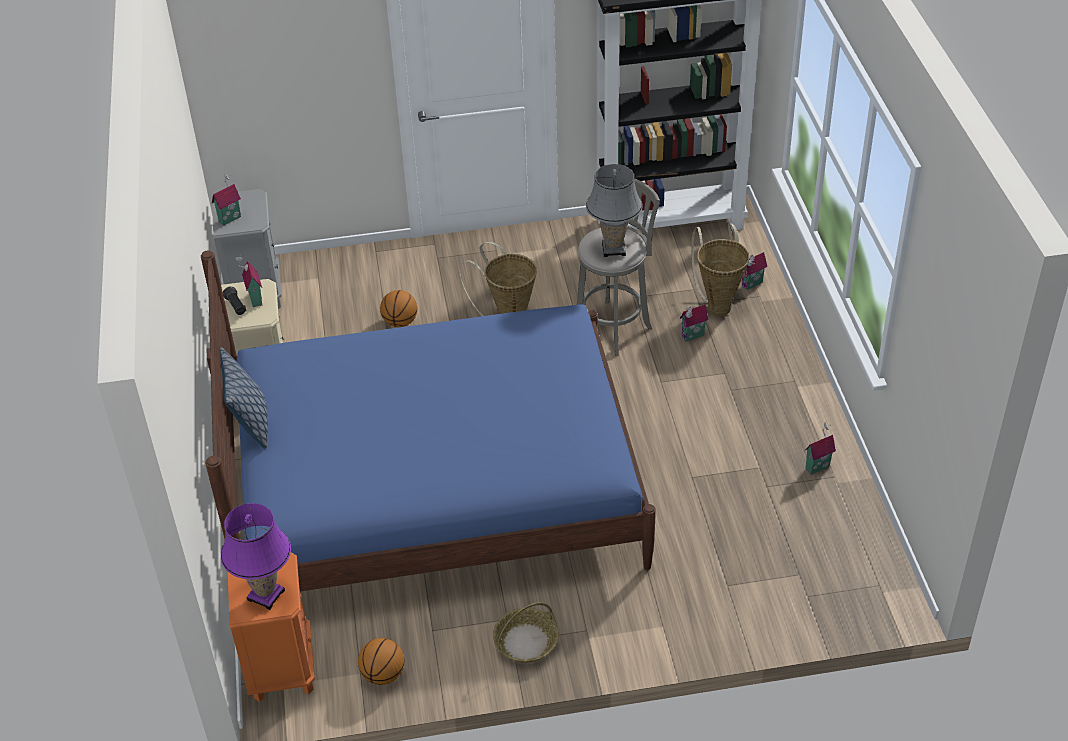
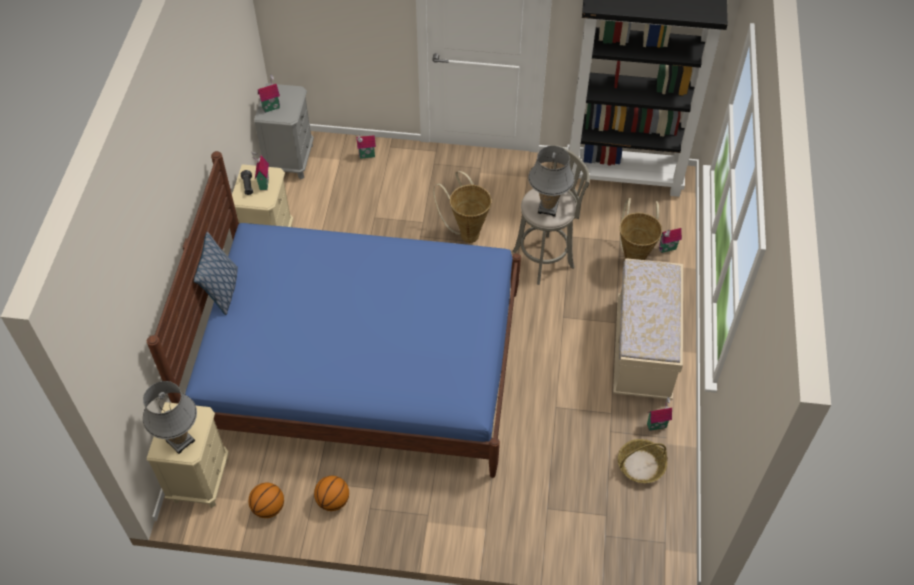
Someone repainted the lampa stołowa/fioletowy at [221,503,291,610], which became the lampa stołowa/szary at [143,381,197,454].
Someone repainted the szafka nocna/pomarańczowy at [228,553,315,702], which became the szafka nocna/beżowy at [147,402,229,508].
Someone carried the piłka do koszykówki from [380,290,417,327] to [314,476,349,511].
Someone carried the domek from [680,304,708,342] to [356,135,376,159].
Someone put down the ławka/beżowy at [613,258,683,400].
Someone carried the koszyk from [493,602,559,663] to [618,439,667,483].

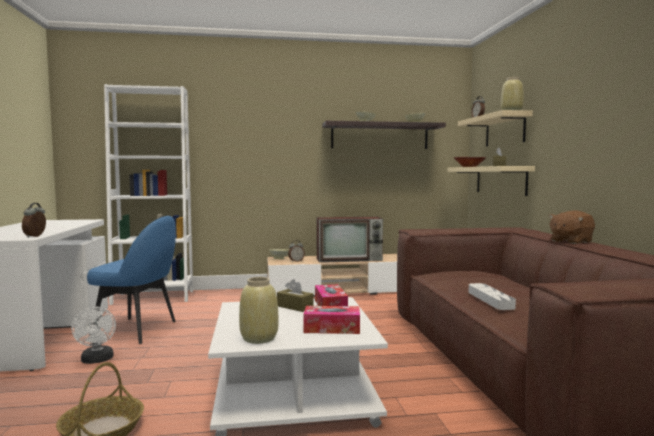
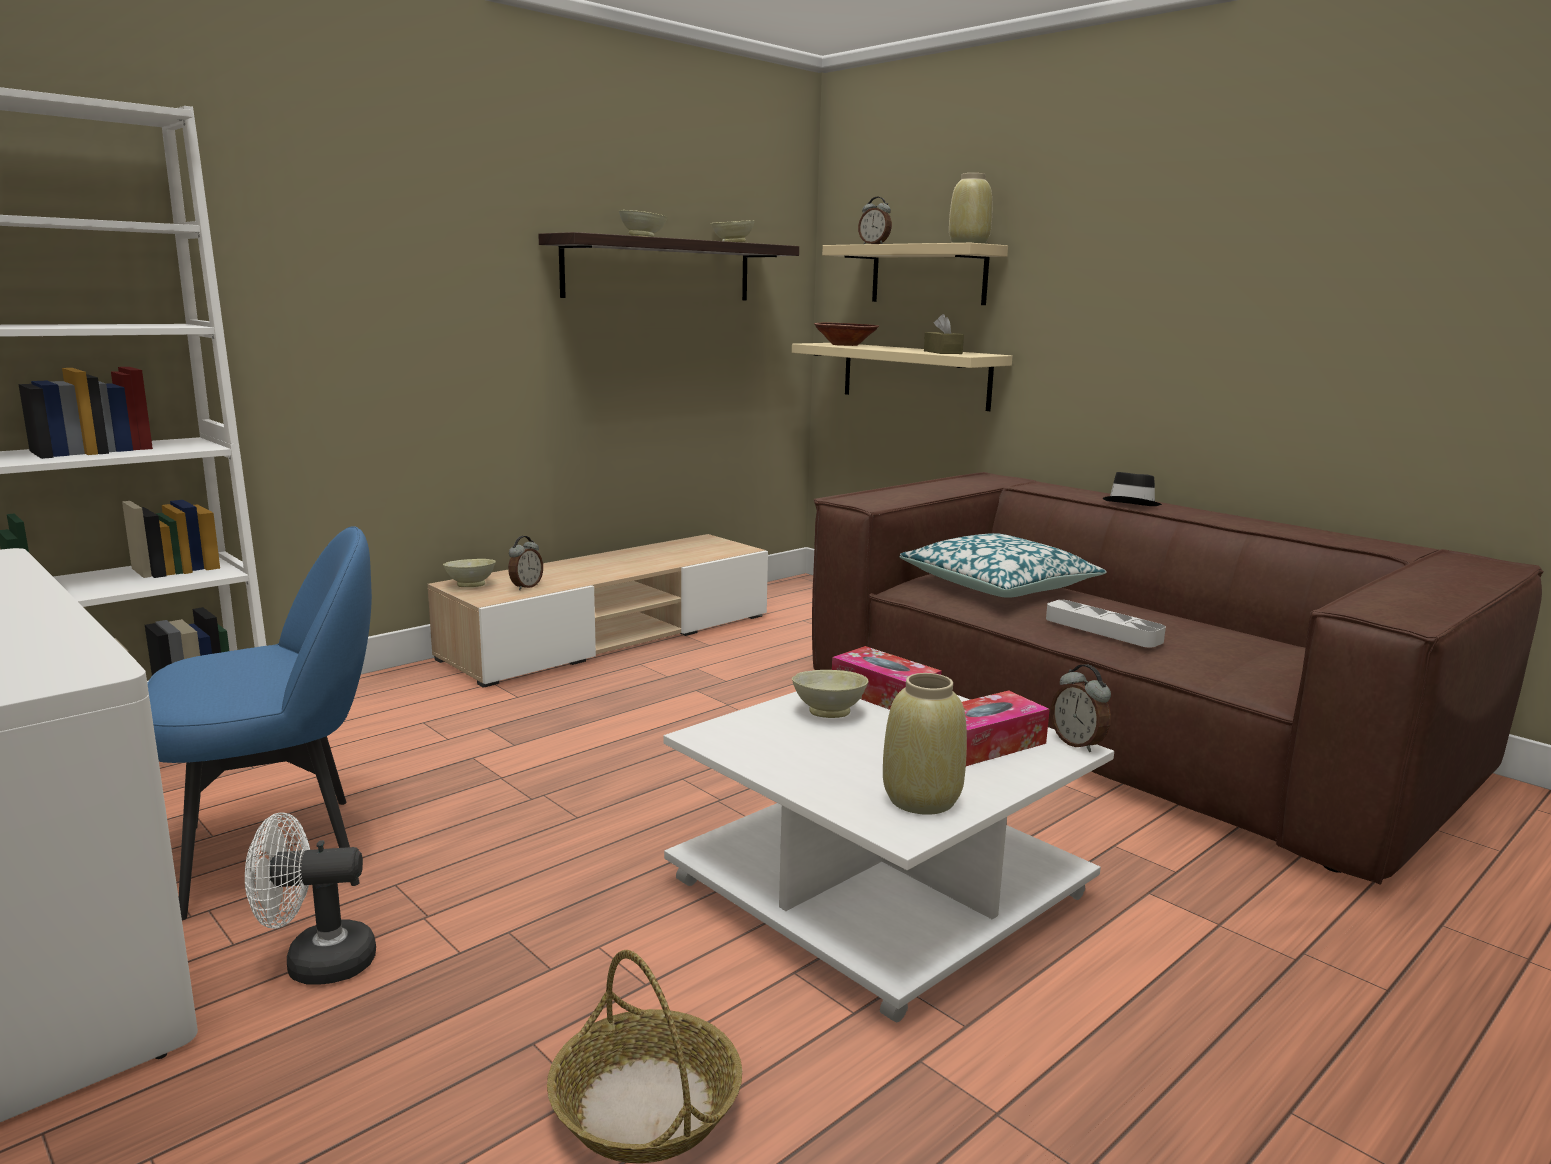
Someone rotated the wentylator/biały at [71,307,116,364] by 135 degrees clockwise.
Someone swapped the pudełko chusteczek/brązowy at [277,279,314,312] for the miska/beżowy at [792,670,869,718].
Someone put down the poduszka at [900,533,1107,598].
Someone carried the budzik from [22,203,46,238] to [1051,664,1111,752].
Someone swapped the pluszak/brązowy at [549,210,595,244] for the kapelusz/czarny at [1102,472,1162,506].
Someone took away the telewizor at [317,217,383,263].

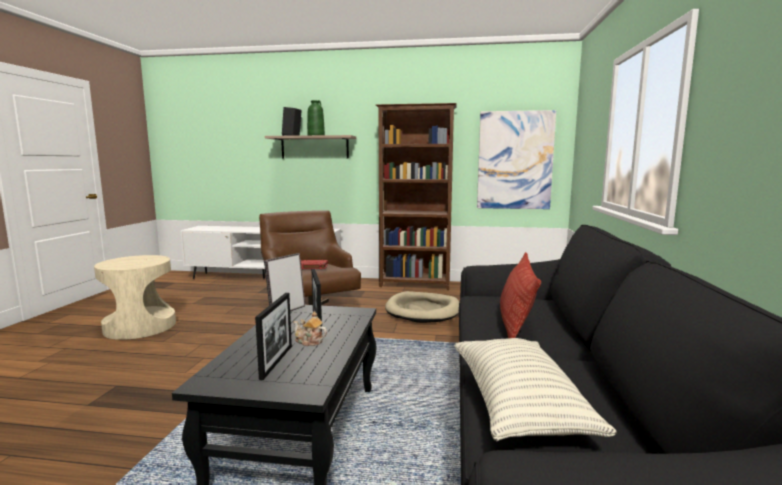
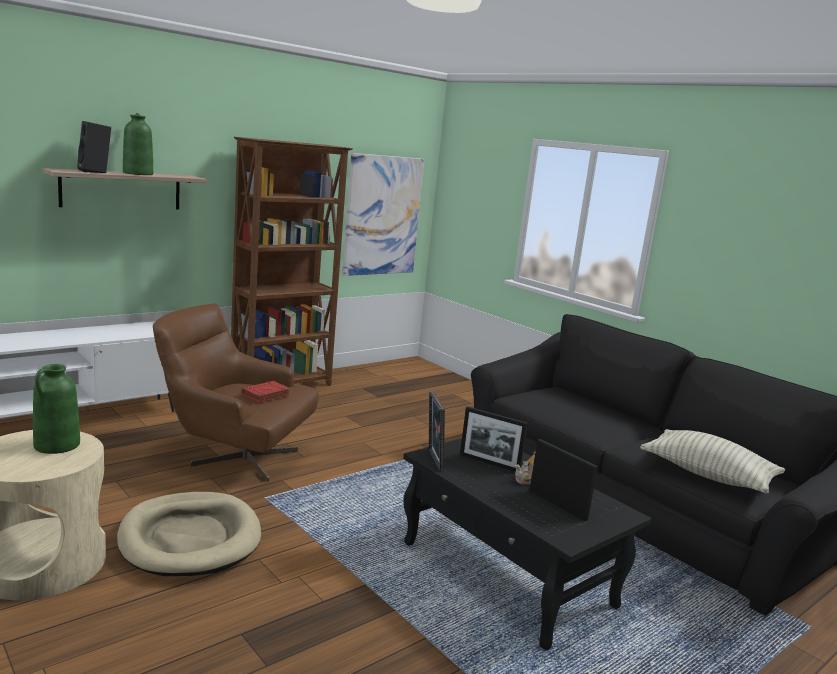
Someone put down the wazon/zielony at [33,364,80,454].
Someone carried the legowisko/beżowy from [385,291,459,323] to [117,492,261,576].
Someone took away the poduszka at [500,252,541,338].

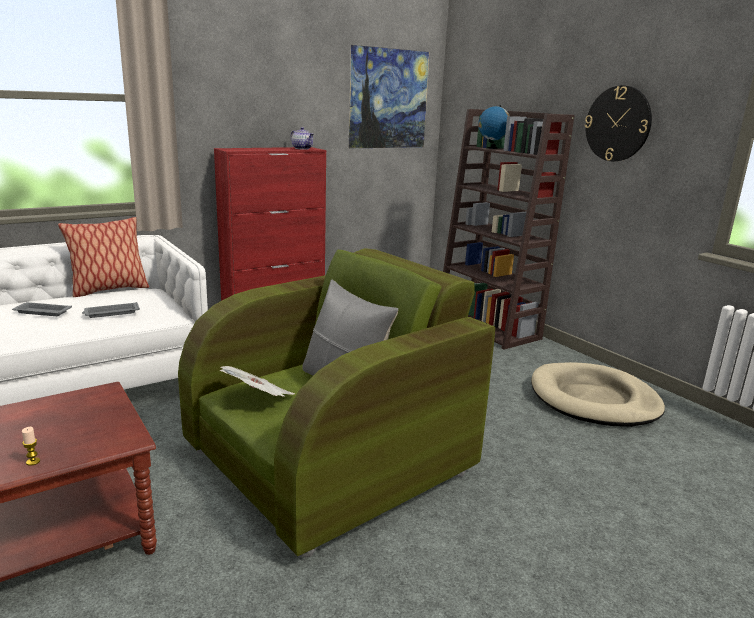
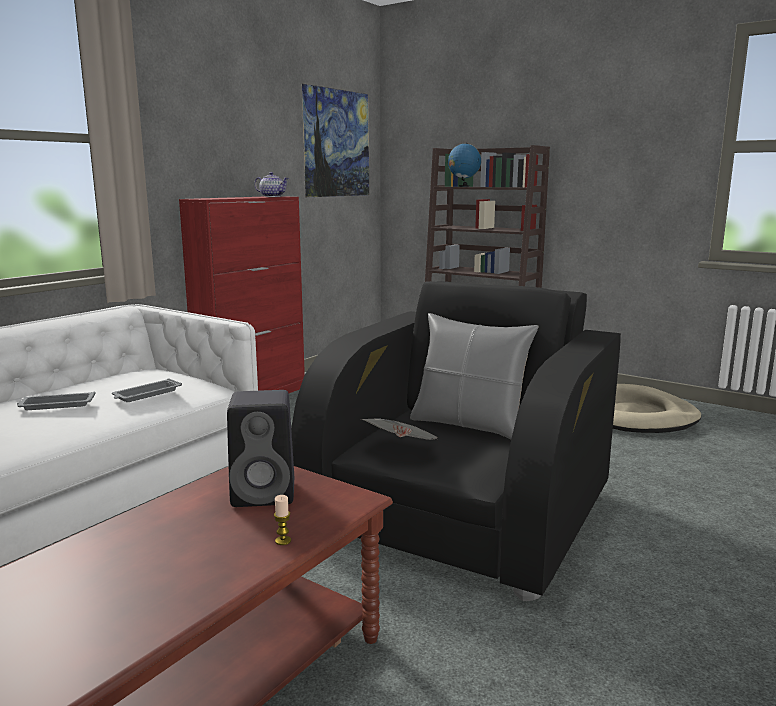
Someone put down the głośnik/czarny at [227,390,294,507].
Someone repainted the fotel/zielony at [178,248,495,557], which became the fotel/czarny at [291,281,621,601].
Someone took away the poduszka at [58,217,149,297].
Someone took away the zegar ścienny at [585,85,652,161].

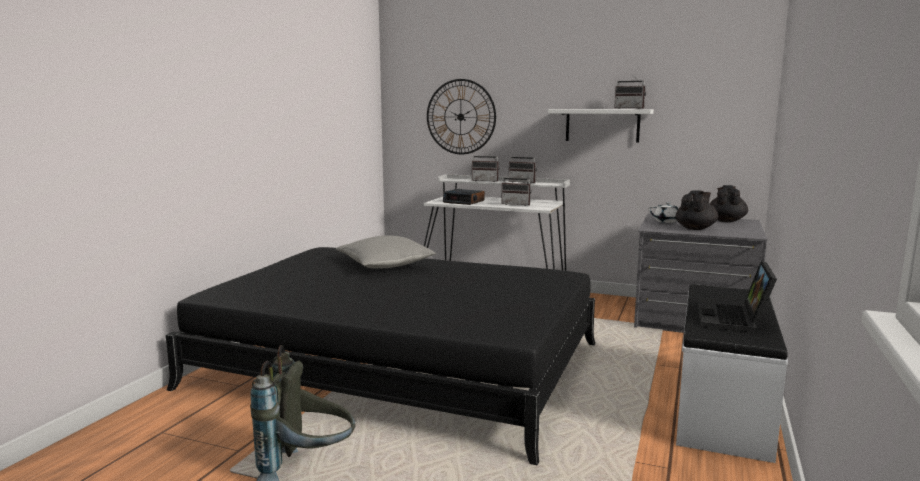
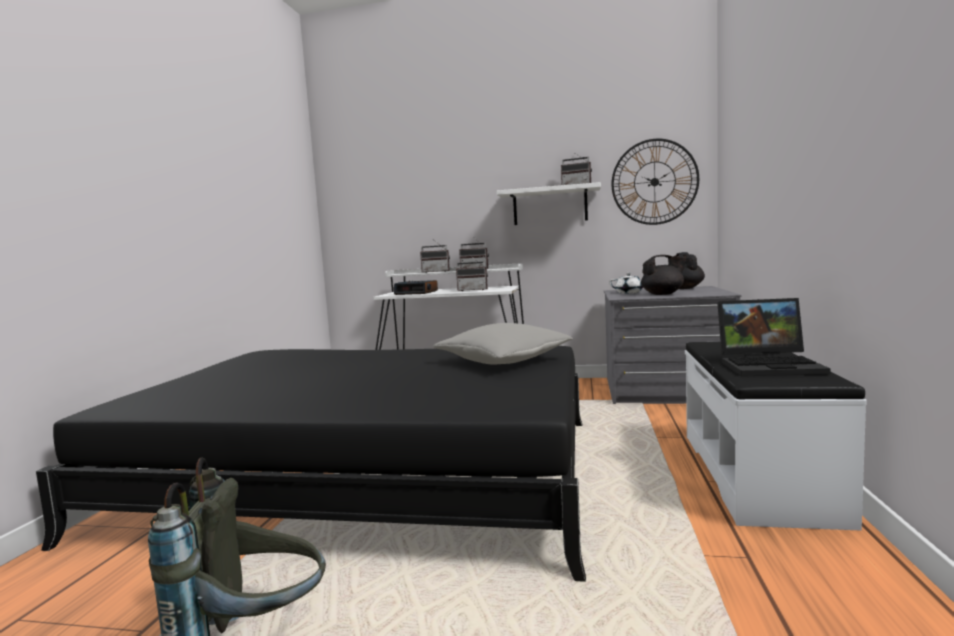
Someone carried the poduszka/szary from [336,236,437,268] to [433,323,573,365].
Someone carried the zegar ścienny from [427,79,496,154] to [611,138,699,225].
Someone rotated the imbryk/czarny at [676,190,718,230] by 60 degrees clockwise.
Someone rotated the laptop at [698,261,777,333] by 90 degrees counterclockwise.

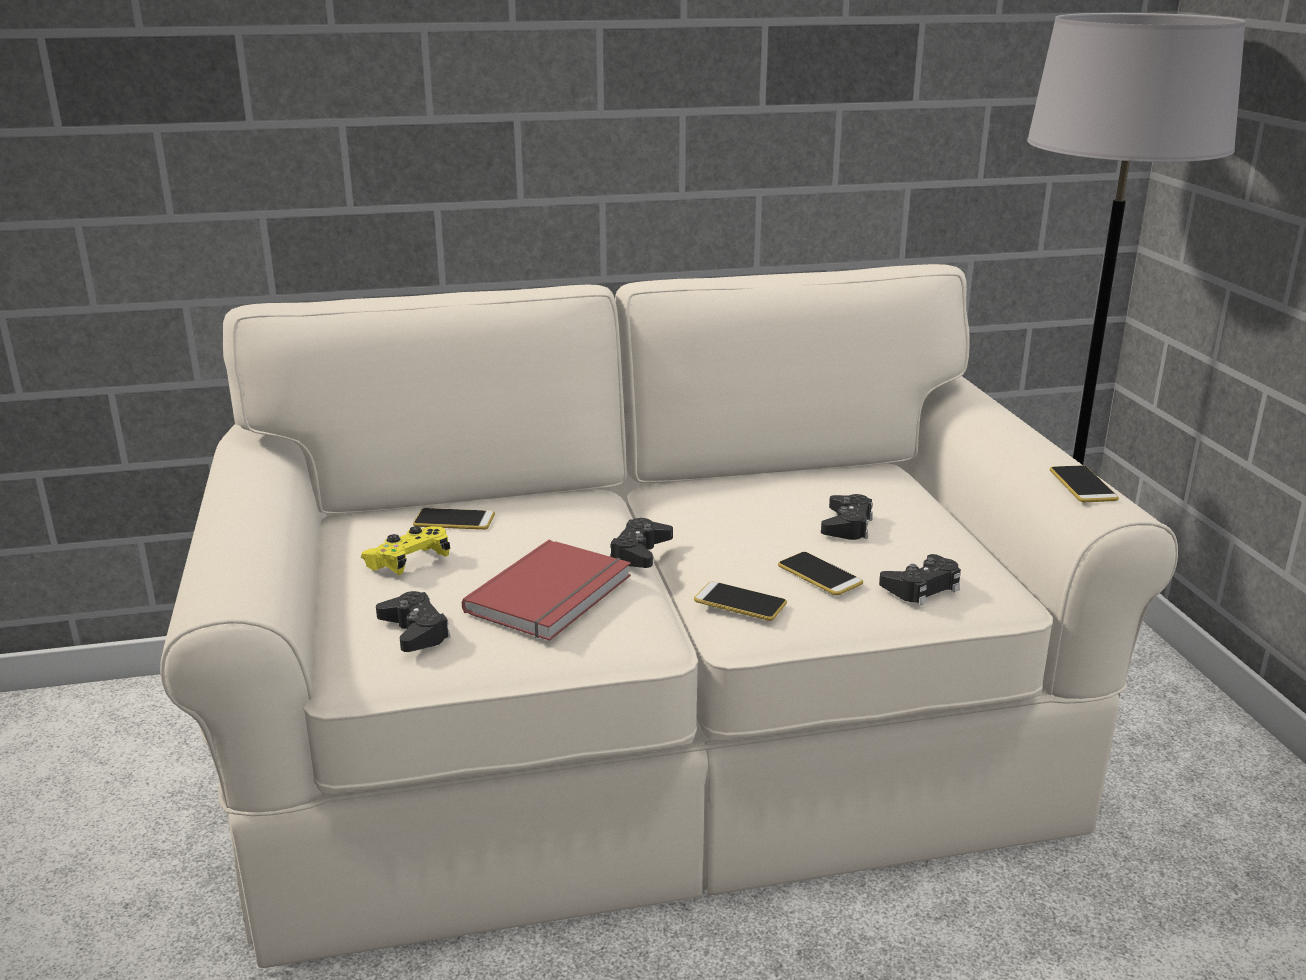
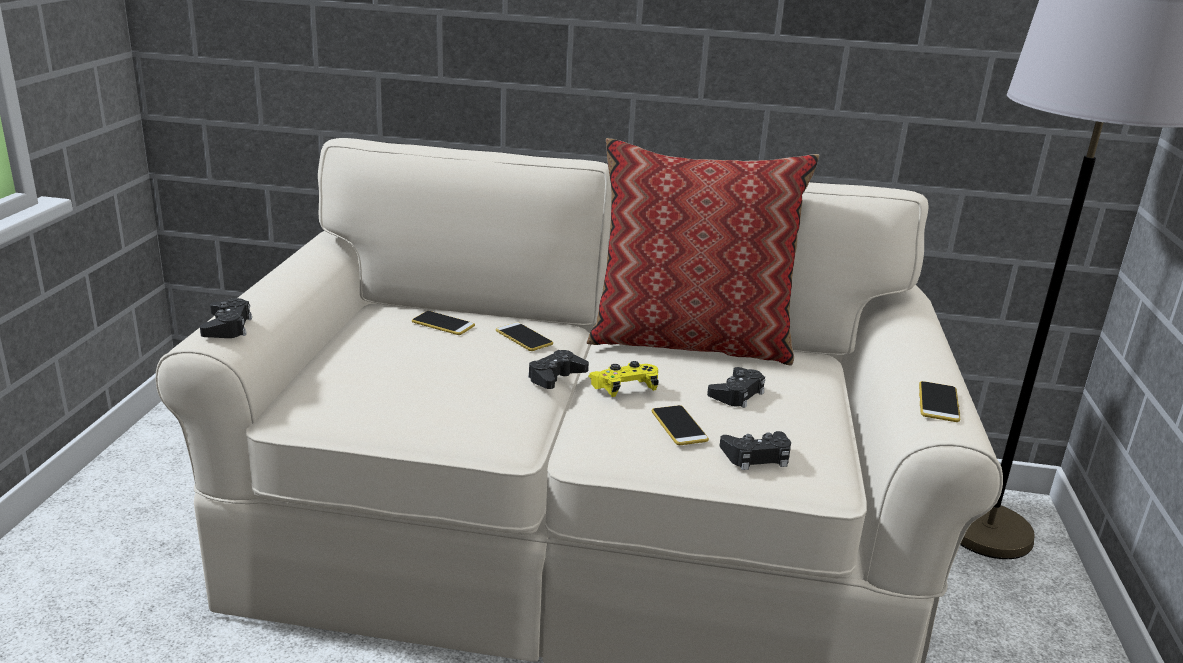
Someone carried the pad do gier/czarny from [376,591,450,652] to [200,298,252,338].
Someone carried the telefon from [694,581,787,621] to [496,322,553,351].
Someone put down the poduszka at [586,138,820,366].
Someone carried the pad do gier/żółty from [361,526,450,575] to [588,361,658,397].
Someone took away the książka/czerwony at [462,540,631,641].

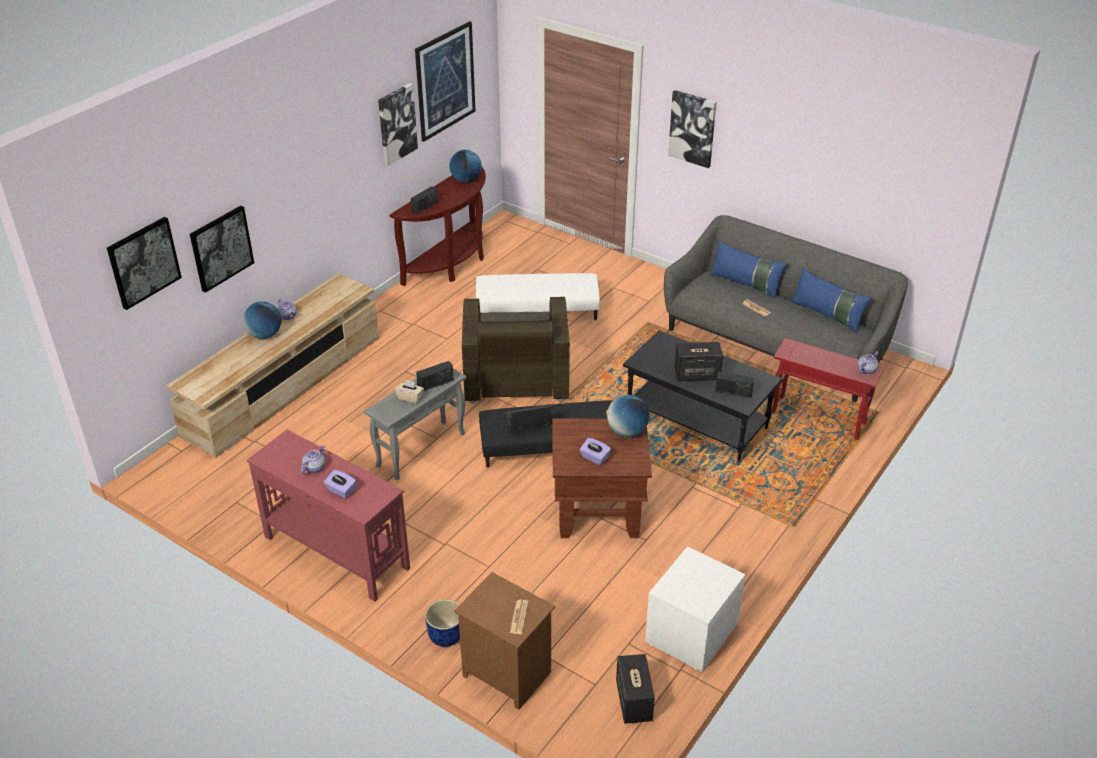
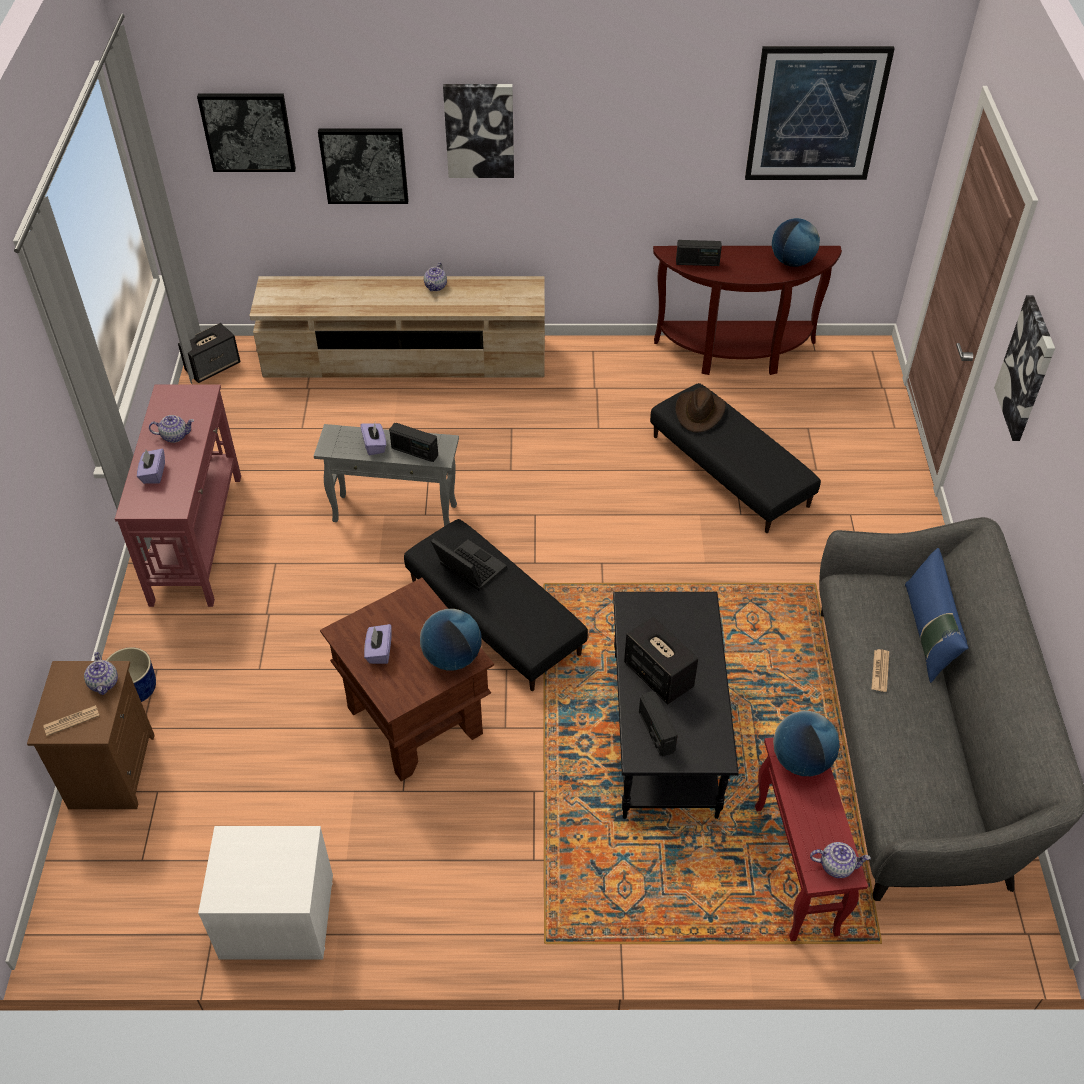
Someone put down the imbryk at [84,652,118,695].
Someone carried the głośnik from [616,654,655,724] to [178,323,240,383].
Someone repainted the pudełko chusteczek/beżowy at [395,379,424,403], which became the pudełko chusteczek/fioletowy at [360,423,386,455].
Someone carried the obraz from [378,83,418,166] to [443,84,514,178].
Someone repainted the pufa/biały at [476,273,600,320], which became the pufa/czarny at [650,383,821,533].
Someone put down the kapelusz/brązowy at [675,387,726,432].
Someone carried the globus from [243,301,282,339] to [773,711,840,776].
Someone took away the fotel/brązowy at [462,297,570,404].
Someone took away the poduszka/niebieski at [791,268,872,333].

